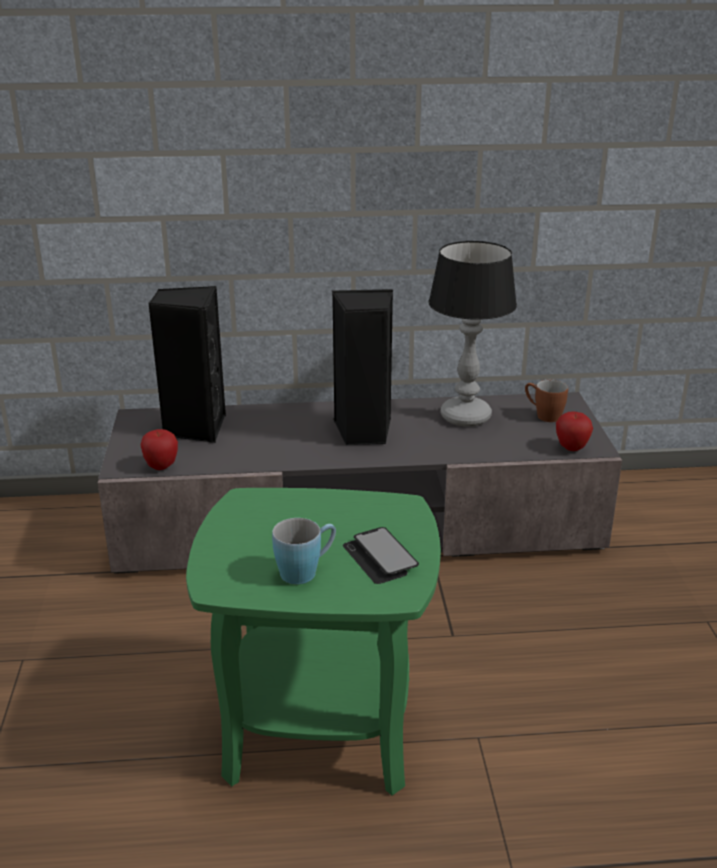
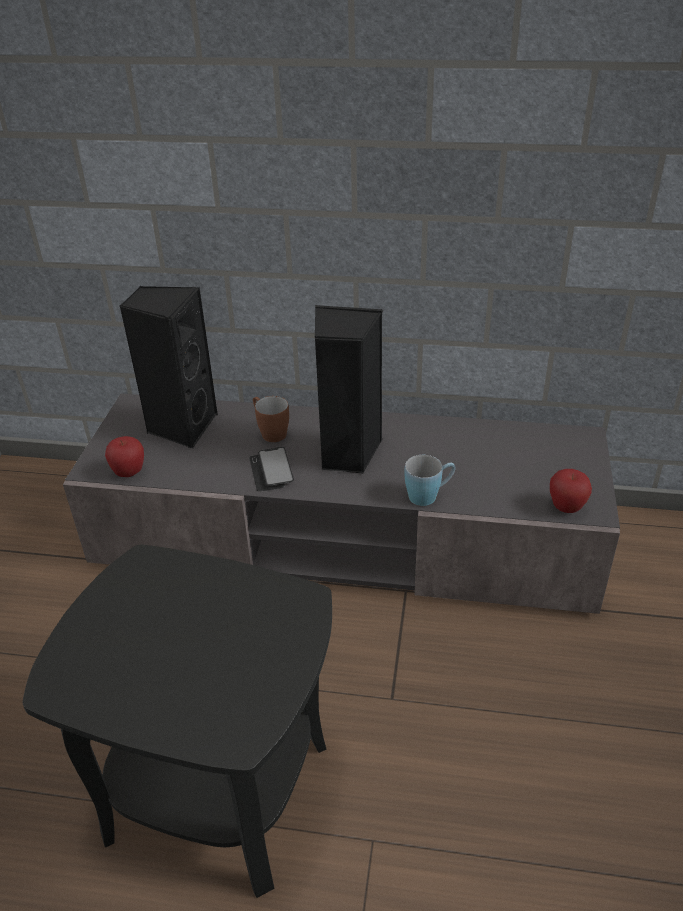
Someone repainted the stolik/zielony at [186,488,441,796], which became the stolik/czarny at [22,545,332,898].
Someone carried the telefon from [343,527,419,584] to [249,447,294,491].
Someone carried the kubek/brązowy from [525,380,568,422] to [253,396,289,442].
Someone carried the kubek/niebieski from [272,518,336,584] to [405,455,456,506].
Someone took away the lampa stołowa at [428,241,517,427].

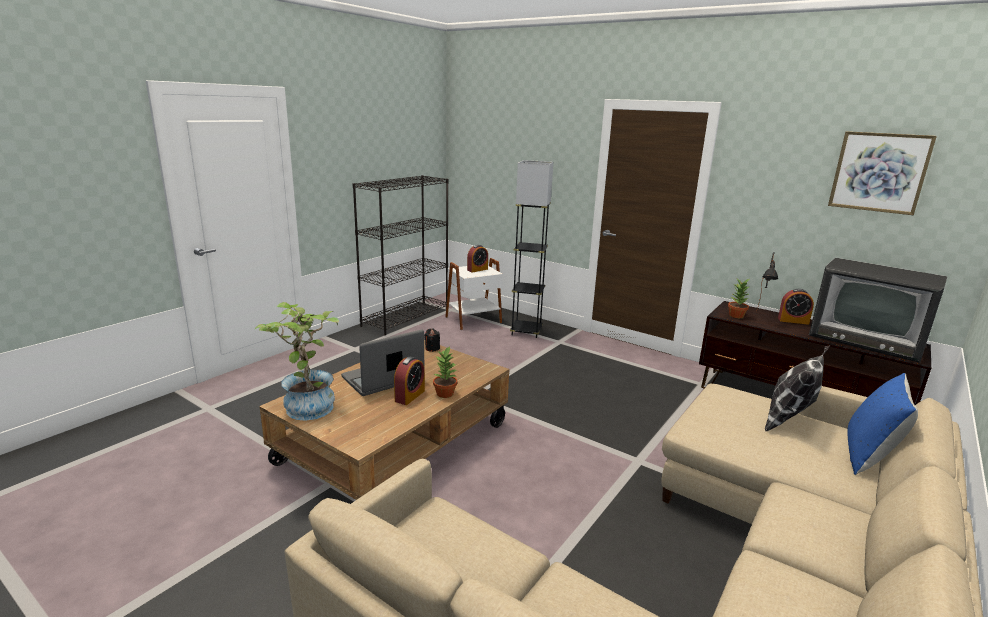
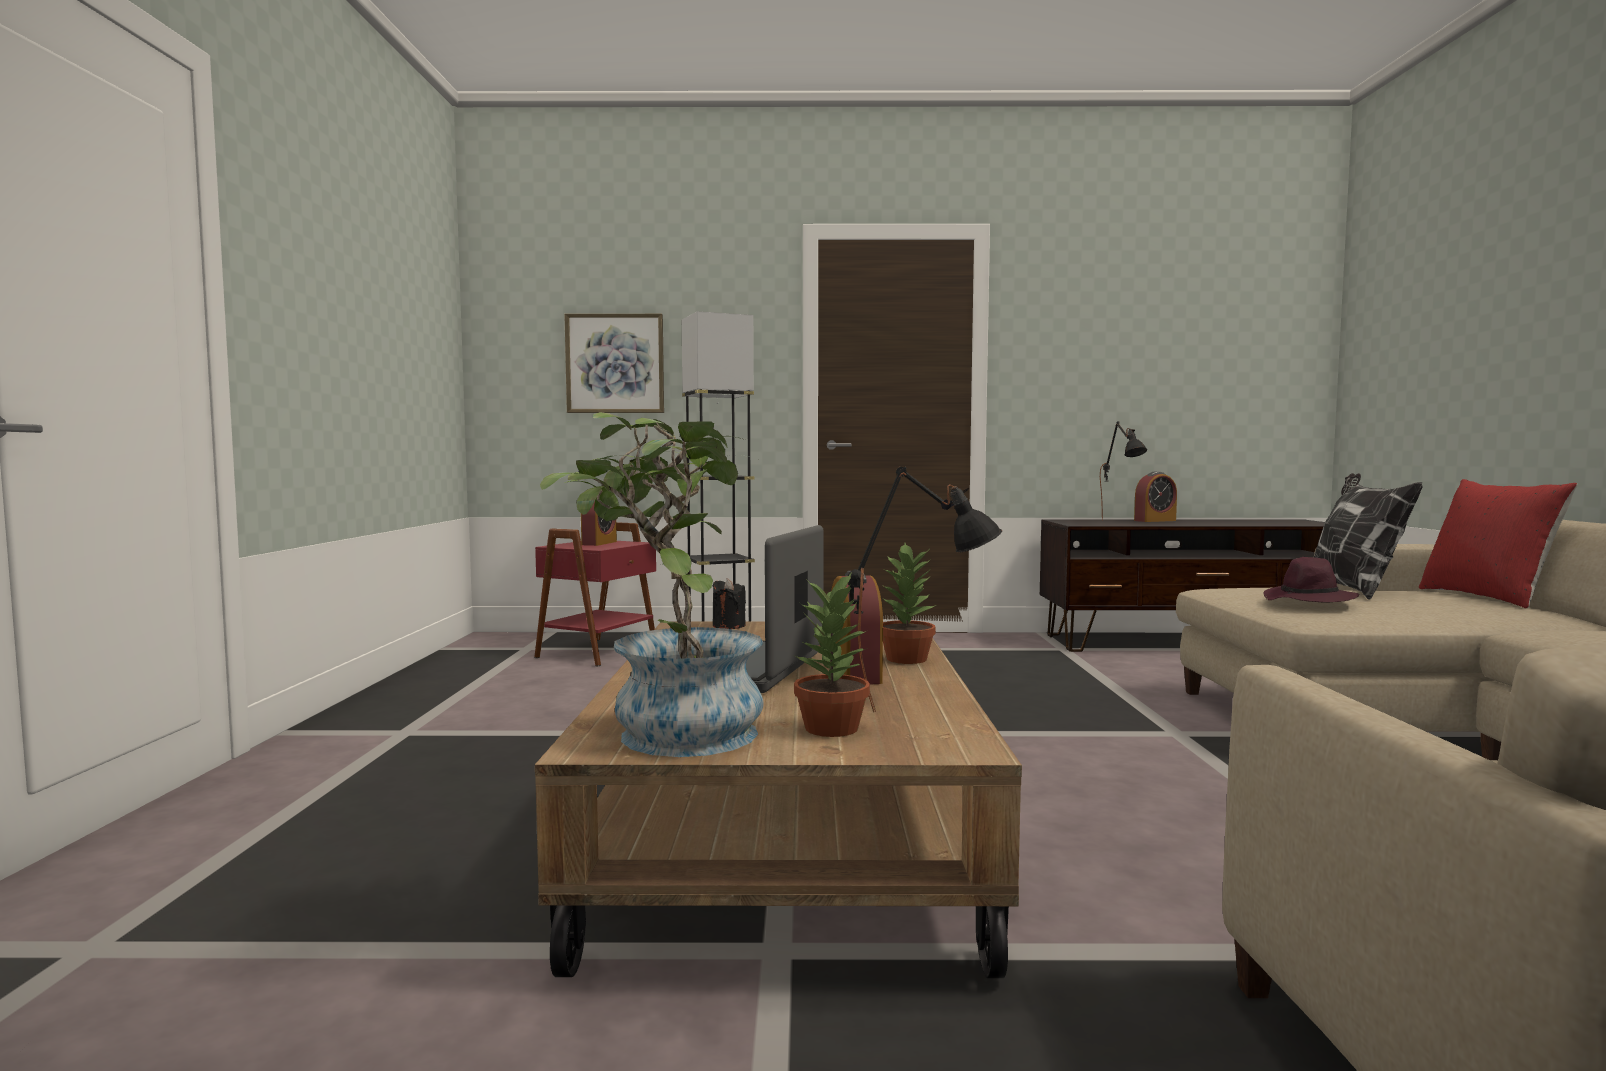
Someone repainted the stolik/biały at [445,258,503,330], which became the stolik/czerwony at [534,522,656,666].
Someone carried the obraz from [828,131,937,215] to [564,314,664,413].
Someone carried the roślina doniczkowa from [728,279,749,318] to [794,572,870,737].
Someone put down the lampa stołowa/czarny at [848,466,1002,712].
Someone put down the kapelusz/fioletowy at [1264,557,1360,602].
Someone repainted the poduszka/niebieski at [847,373,918,475], which became the poduszka/czerwony at [1419,479,1578,609].
Someone took away the regał/czarny at [352,175,449,335].
Someone took away the telewizor at [809,258,947,363].

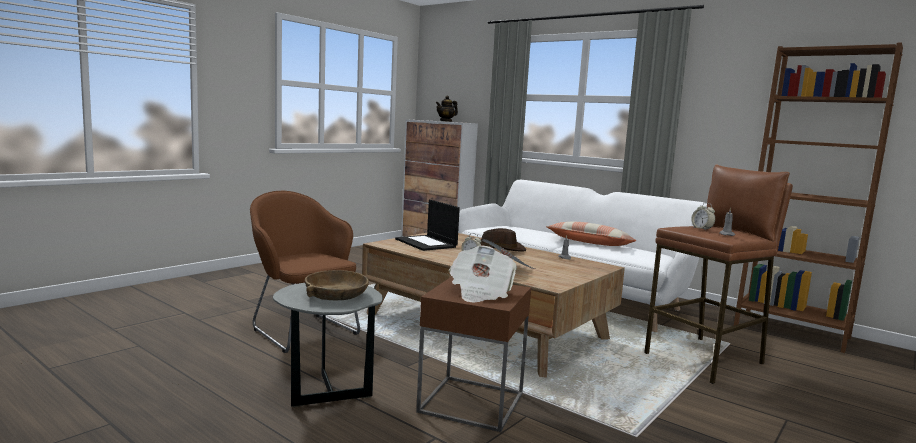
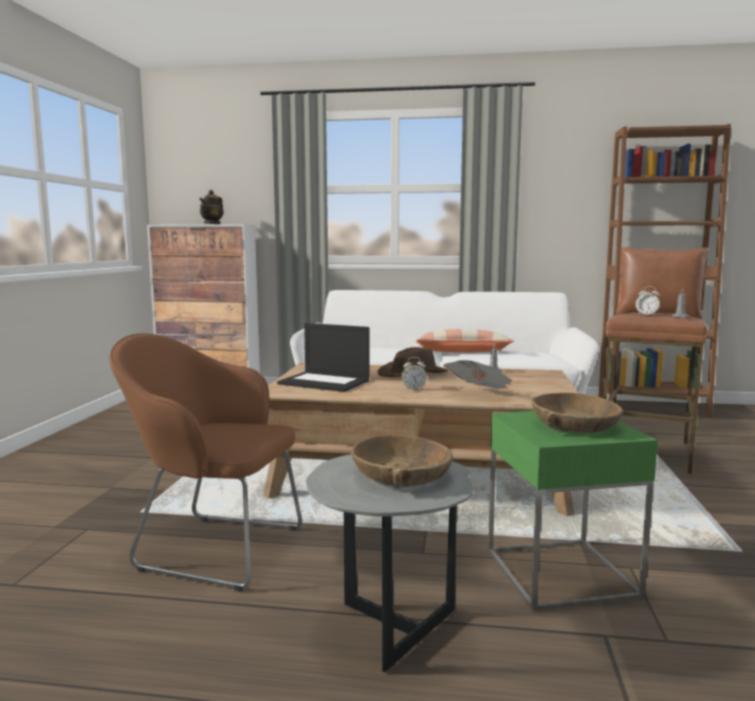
Someone repainted the stolik/brązowy at [416,276,531,432], which became the stolik/zielony at [488,411,658,611].
Someone swapped the gazeta at [449,246,517,302] for the miska/brązowy at [532,393,622,433].

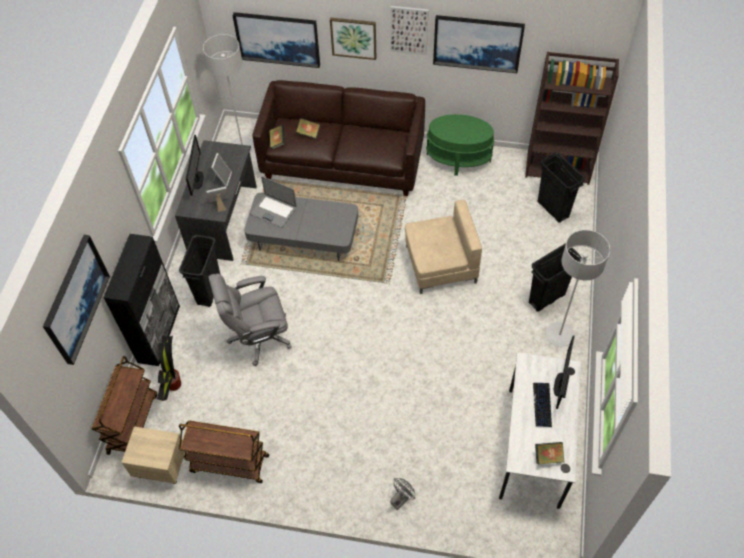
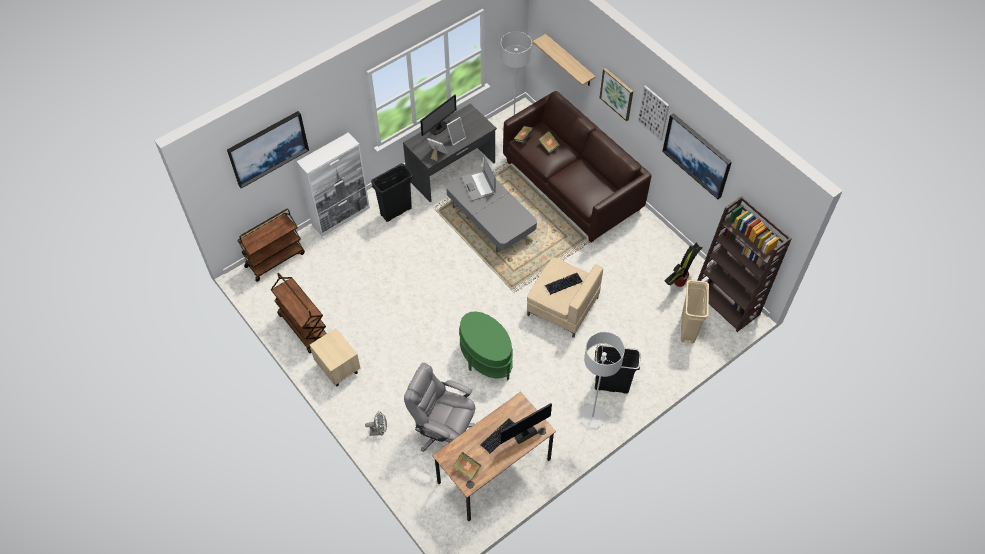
Someone repainted the szafka/czarny at [104,234,180,366], which became the szafka/biały at [296,132,370,236].
Someone carried the szafka nocna/beżowy from [121,426,185,484] to [310,328,361,386].
Someone carried the krzesło biurowe/szary from [208,274,292,366] to [404,363,475,452].
Someone repainted the biurko/biały at [499,353,581,509], which became the biurko/brązowy at [432,392,556,521].
Someone carried the stolik/zielony from [426,114,494,176] to [459,312,513,381].
Someone swapped the obraz at [233,12,320,68] for the półka at [532,34,596,86].
Someone put down the klawiatura at [545,273,583,295].
Someone carried the roślina doniczkowa from [157,335,181,401] to [664,242,703,287].
Someone repainted the kosz na śmieci/czarny at [537,152,585,223], which became the kosz na śmieci/beżowy at [681,280,709,344].

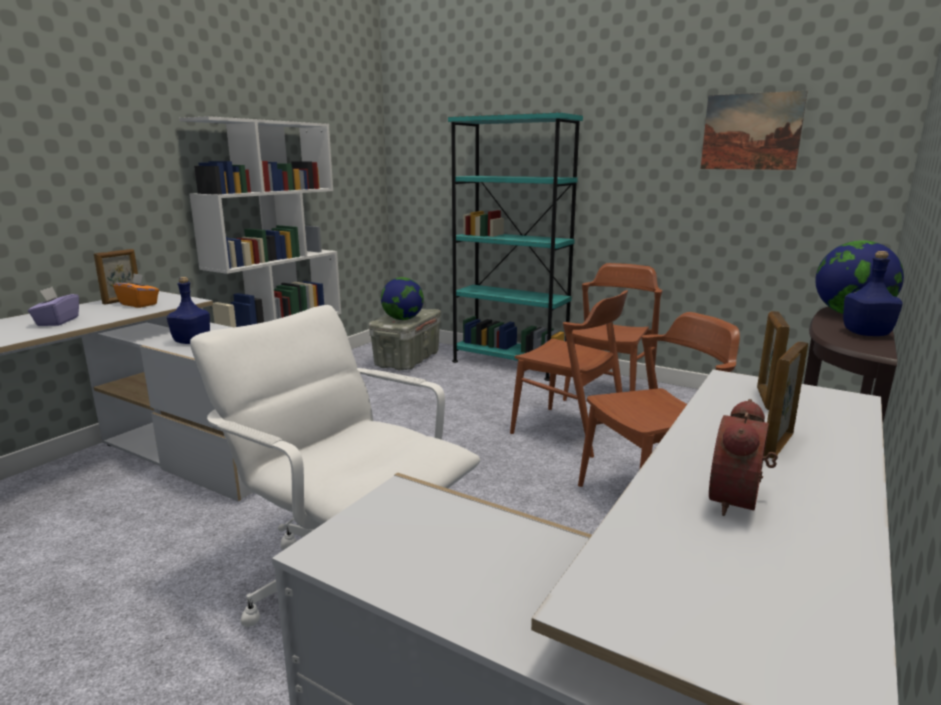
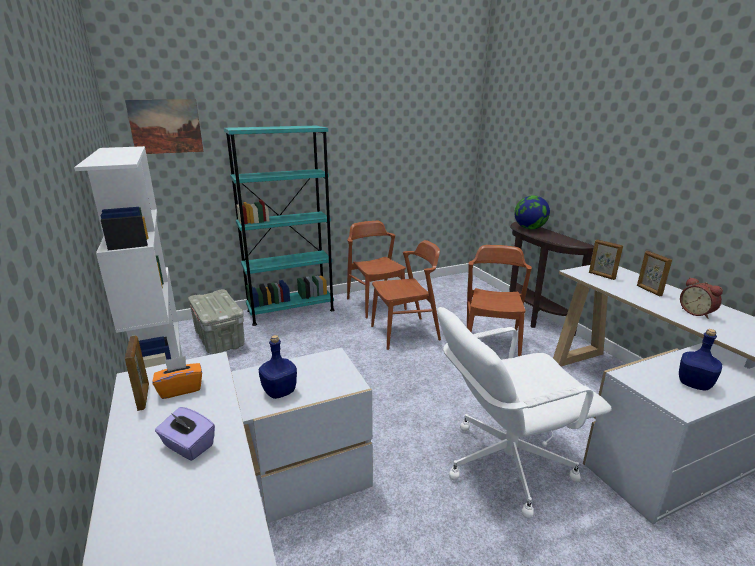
Someone carried the obraz from [701,91,808,170] to [125,99,204,154].
Someone carried the butelka/niebieski from [843,251,903,336] to [679,329,722,391].
Someone took away the globus at [381,277,424,320].

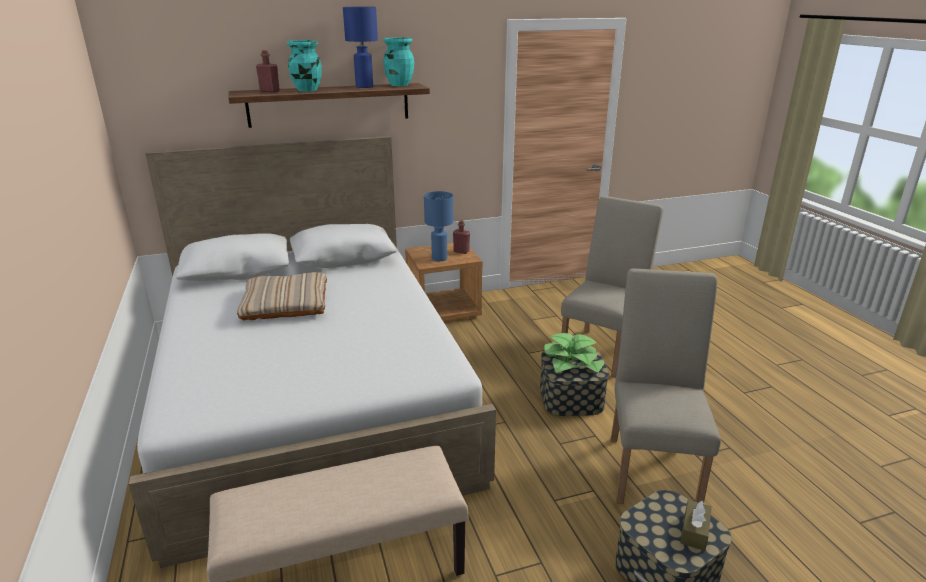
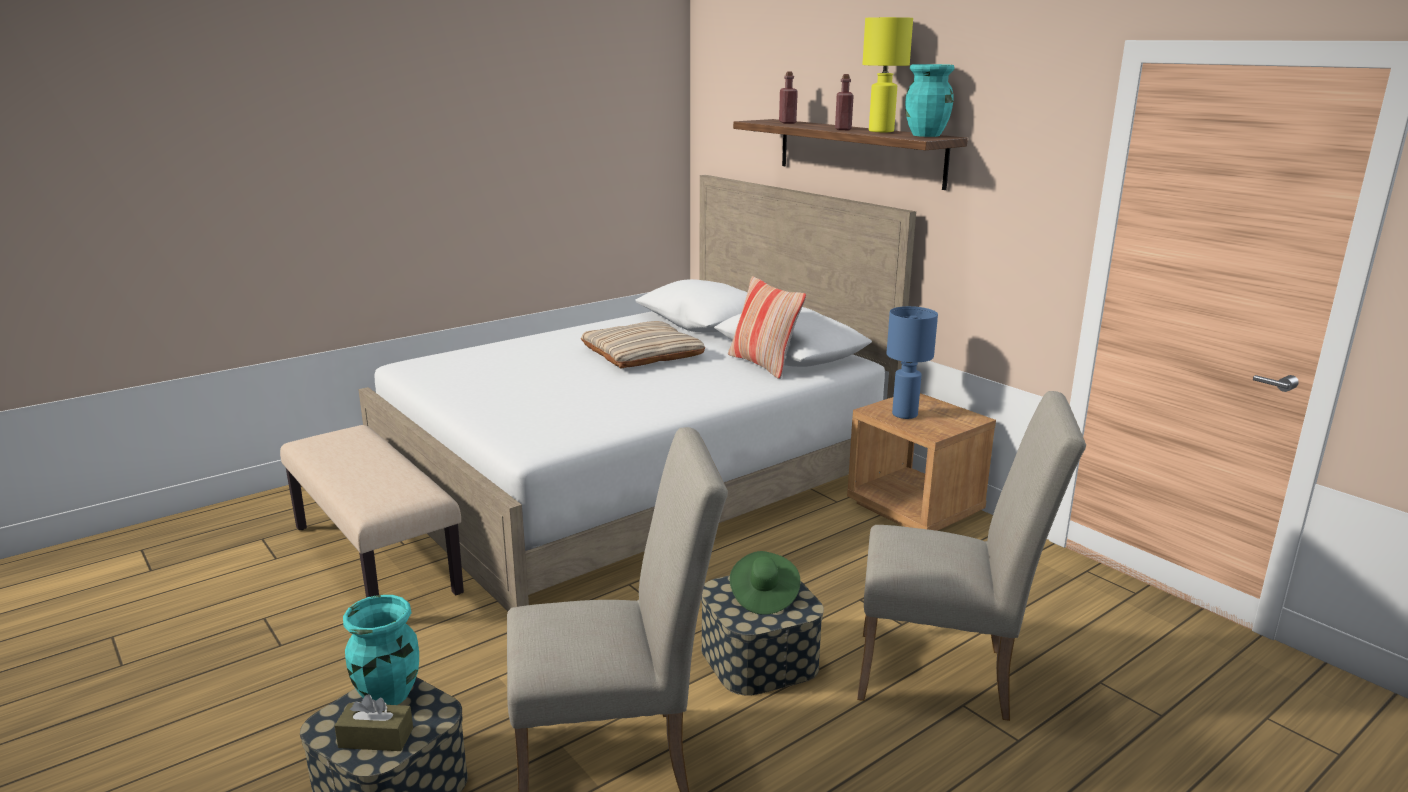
Someone carried the wazon/turkusowy from [287,40,322,92] to [343,595,419,705].
Someone put down the poduszka at [728,276,806,379].
Someone swapped the roślina doniczkowa at [544,333,604,373] for the kapelusz/zielony at [730,551,800,615].
Someone carried the butelka/czerwony from [453,220,470,254] to [835,74,854,130].
Someone repainted the lampa stołowa/niebieski at [343,7,378,88], which became the lampa stołowa/żółty at [862,17,913,132].

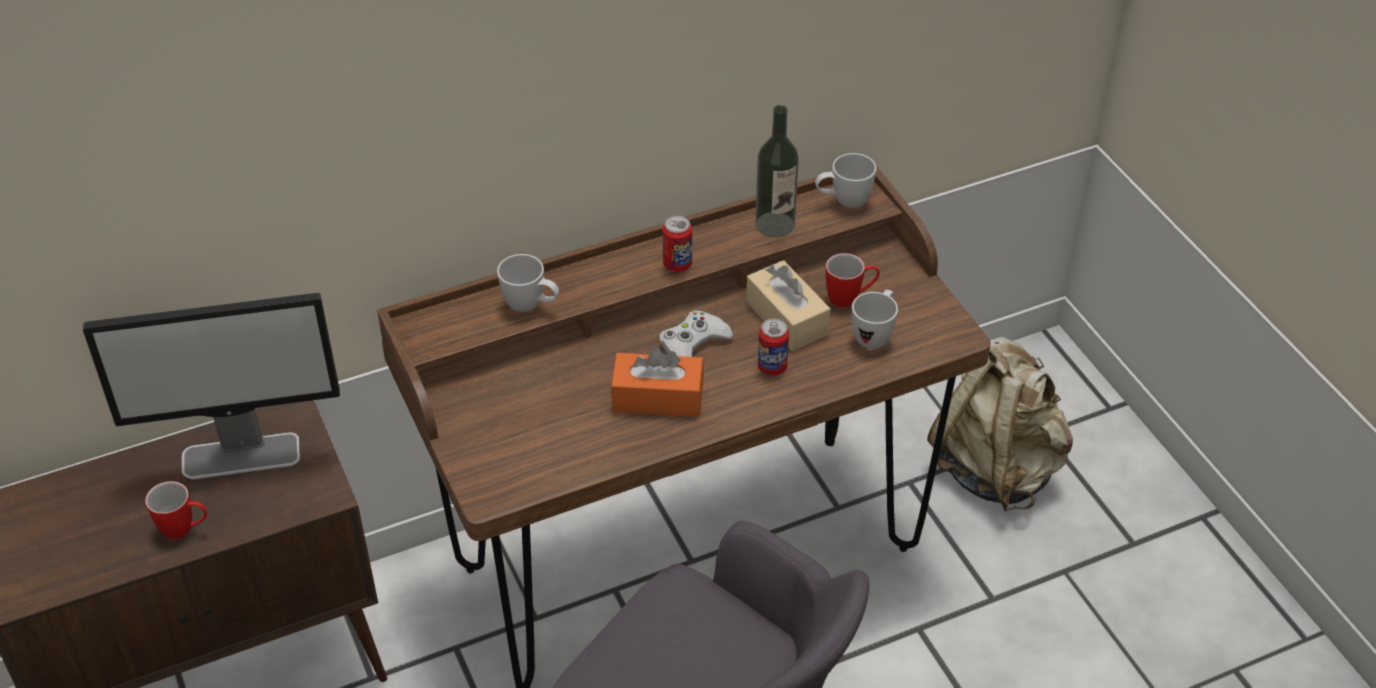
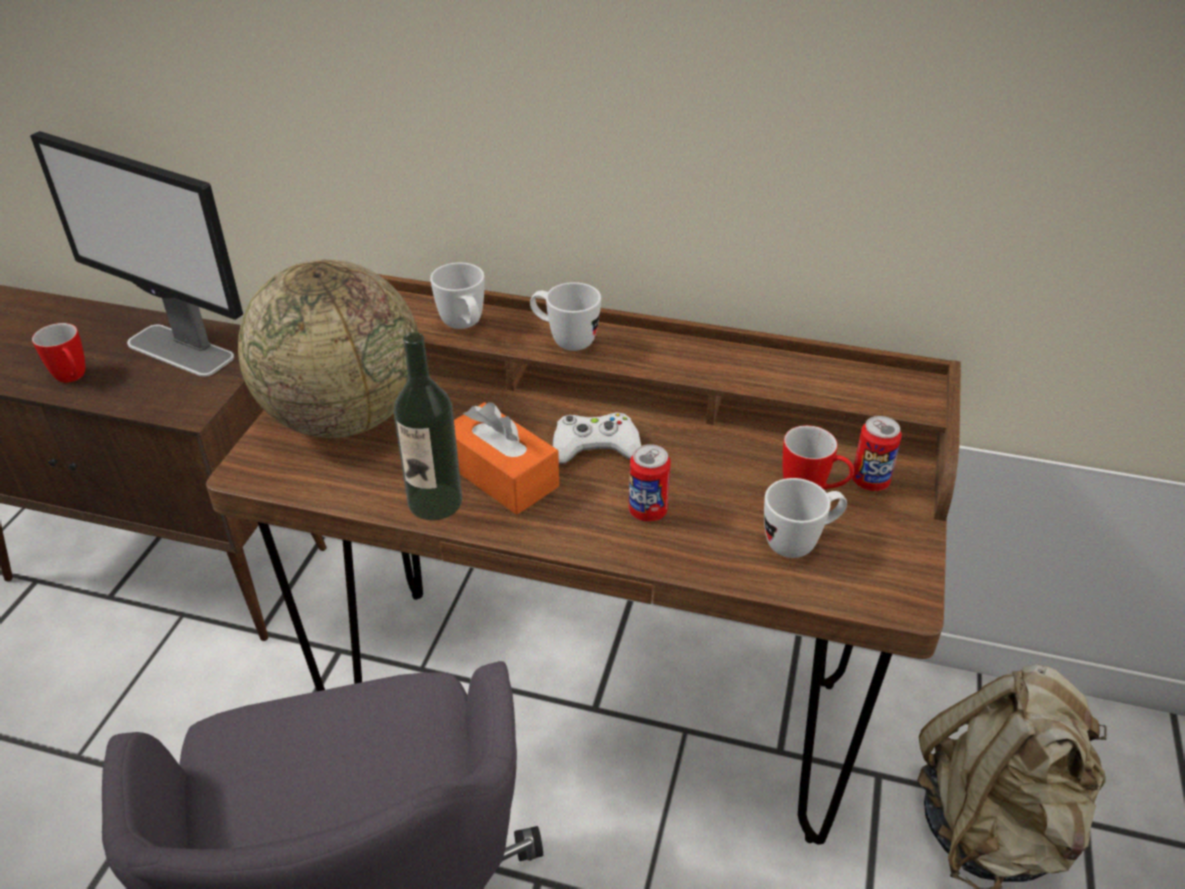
Someone put down the globus at [238,259,418,438].
Someone carried the butelka from [755,105,799,237] to [394,332,462,521].
Someone carried the kubek/biały from [815,153,876,208] to [530,282,601,351].
Someone carried the puszka from [663,216,692,272] to [852,416,902,491].
Someone took away the pudełko chusteczek/beżowy at [746,260,831,351].

